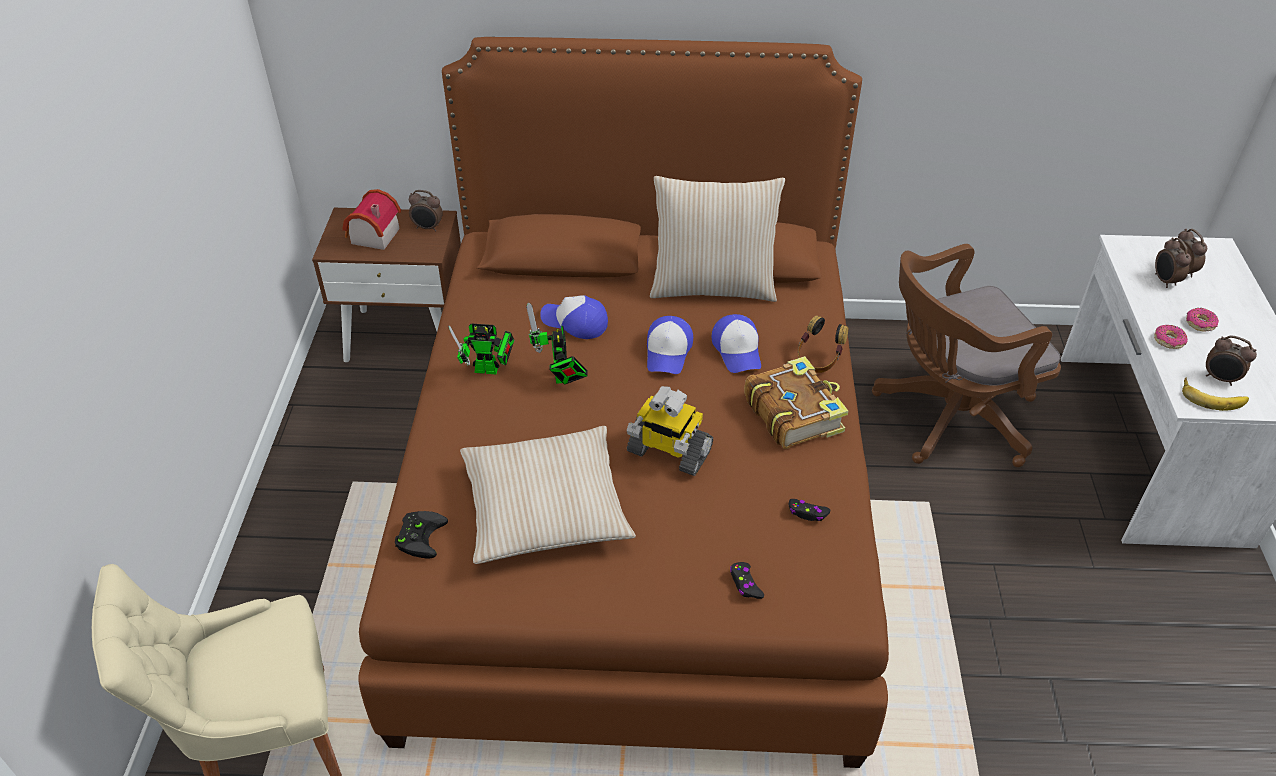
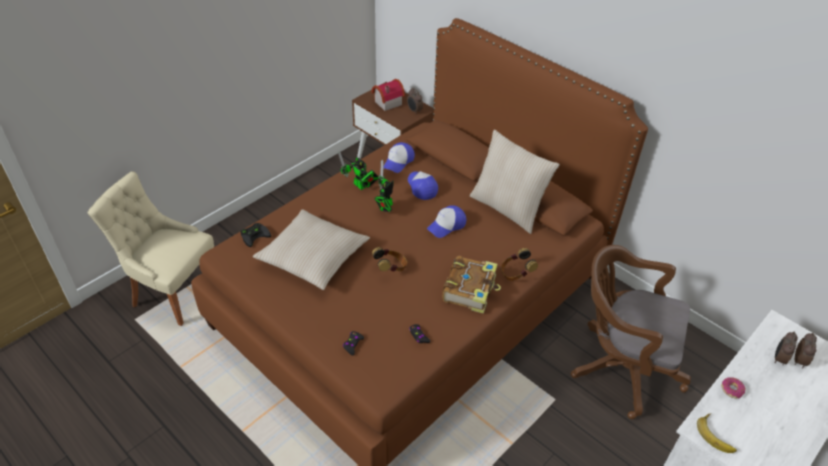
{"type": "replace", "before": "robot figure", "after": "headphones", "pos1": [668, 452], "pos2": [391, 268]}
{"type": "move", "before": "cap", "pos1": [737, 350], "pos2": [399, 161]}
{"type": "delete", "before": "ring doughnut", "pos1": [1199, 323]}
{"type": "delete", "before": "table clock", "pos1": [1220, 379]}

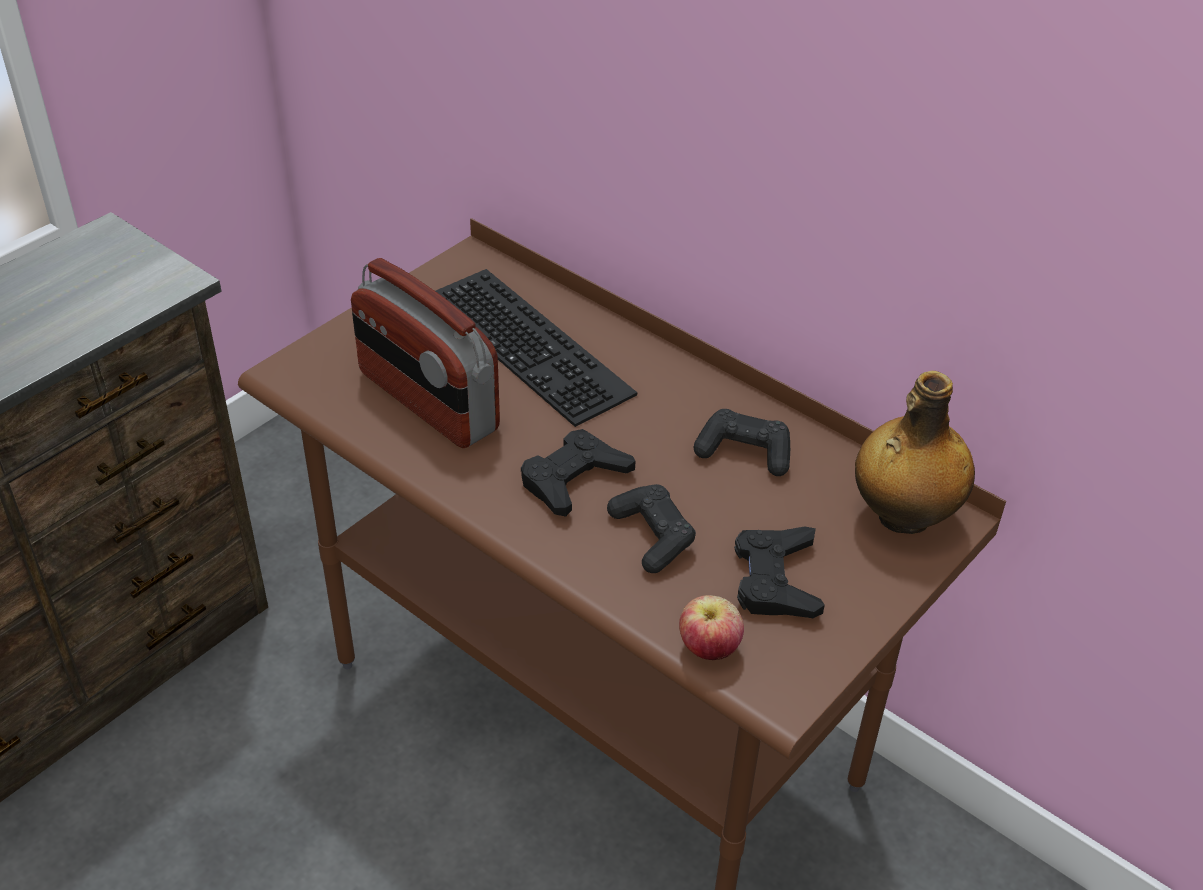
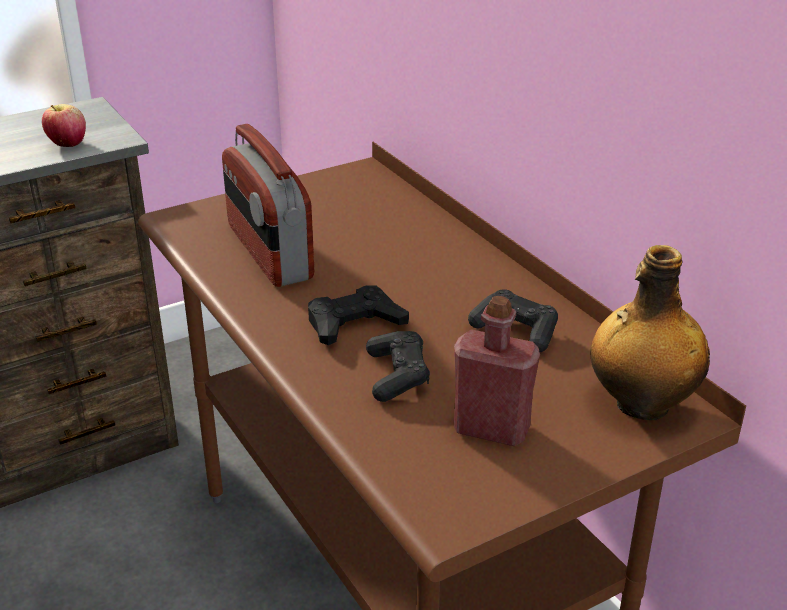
{"type": "delete", "before": "PC keyboard", "pos1": [533, 344]}
{"type": "move", "before": "apple", "pos1": [708, 648], "pos2": [67, 144]}
{"type": "replace", "before": "black joypad", "after": "reddish beverage bottle", "pos1": [776, 579], "pos2": [491, 429]}

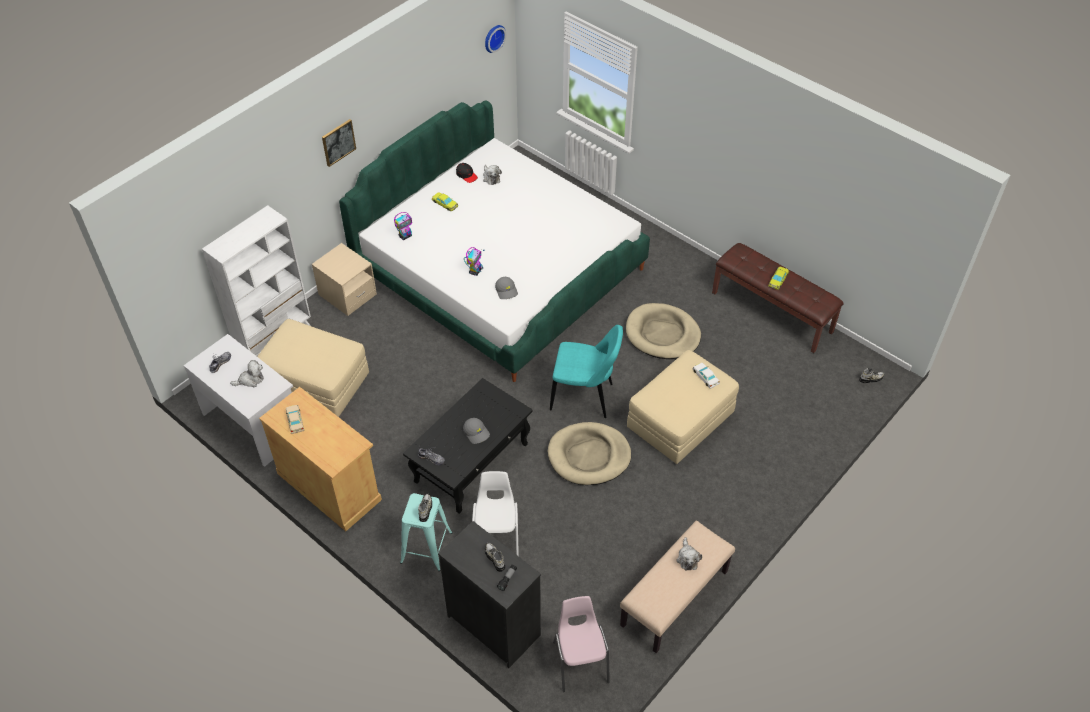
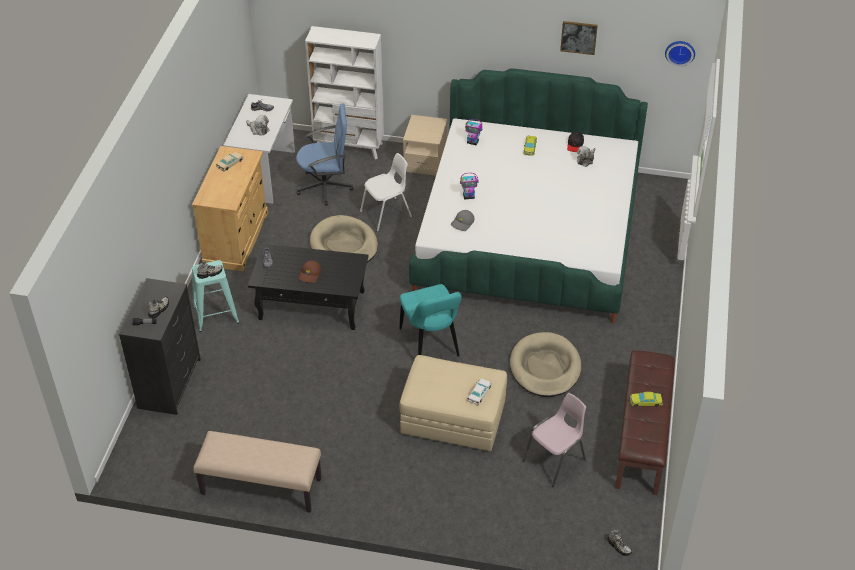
{"type": "replace", "before": "sand-coloured pouffe", "after": "blue computer chair", "pos1": [316, 383], "pos2": [325, 187]}
{"type": "move", "before": "wall picture", "pos1": [338, 142], "pos2": [578, 37]}
{"type": "recolor", "before": "gray cap", "after": "brownish cap", "pos1": [476, 432], "pos2": [310, 275]}
{"type": "move", "before": "white-coloured chair", "pos1": [497, 536], "pos2": [387, 214]}
{"type": "move", "before": "sand-coloured pet bed", "pos1": [589, 456], "pos2": [344, 245]}
{"type": "move", "before": "pinkish chair", "pos1": [580, 661], "pos2": [555, 461]}
{"type": "delete", "before": "cuddly toy", "pos1": [687, 558]}

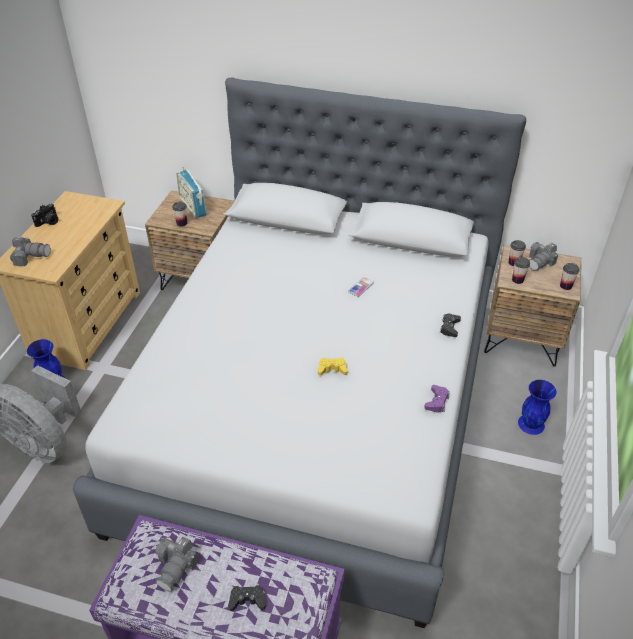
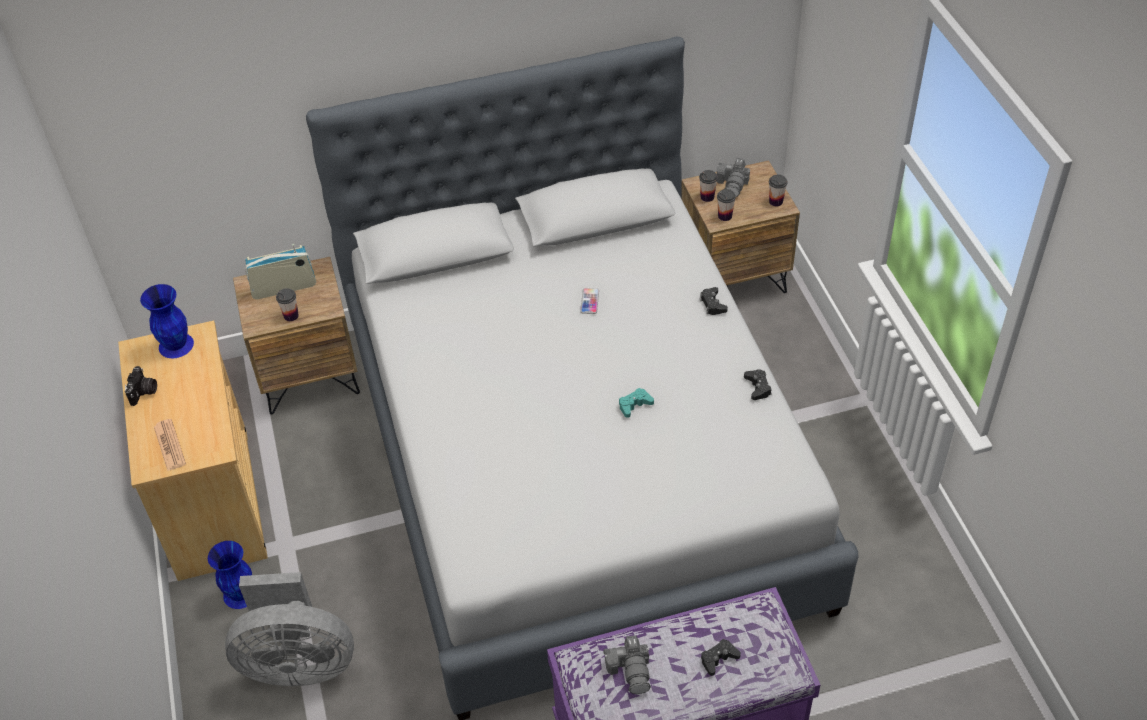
{"type": "replace", "before": "still camera", "after": "printed paper", "pos1": [31, 256], "pos2": [169, 445]}
{"type": "rotate", "before": "radio receiver", "pos1": [193, 206], "pos2": [284, 288], "turn": 135}
{"type": "recolor", "before": "yellowish joypad", "after": "turquoise-coloured joypad", "pos1": [332, 369], "pos2": [634, 405]}
{"type": "recolor", "before": "purple-coloured joypad", "after": "black joypad", "pos1": [437, 401], "pos2": [757, 387]}
{"type": "move", "before": "blue flower vase", "pos1": [531, 424], "pos2": [176, 345]}

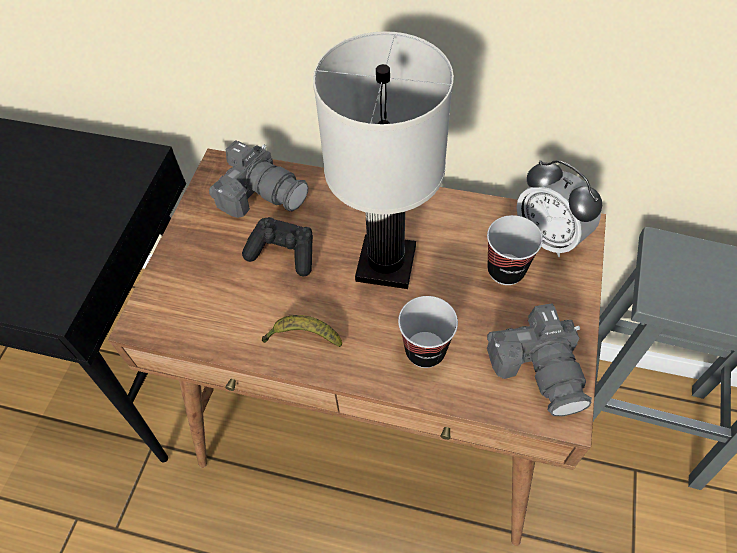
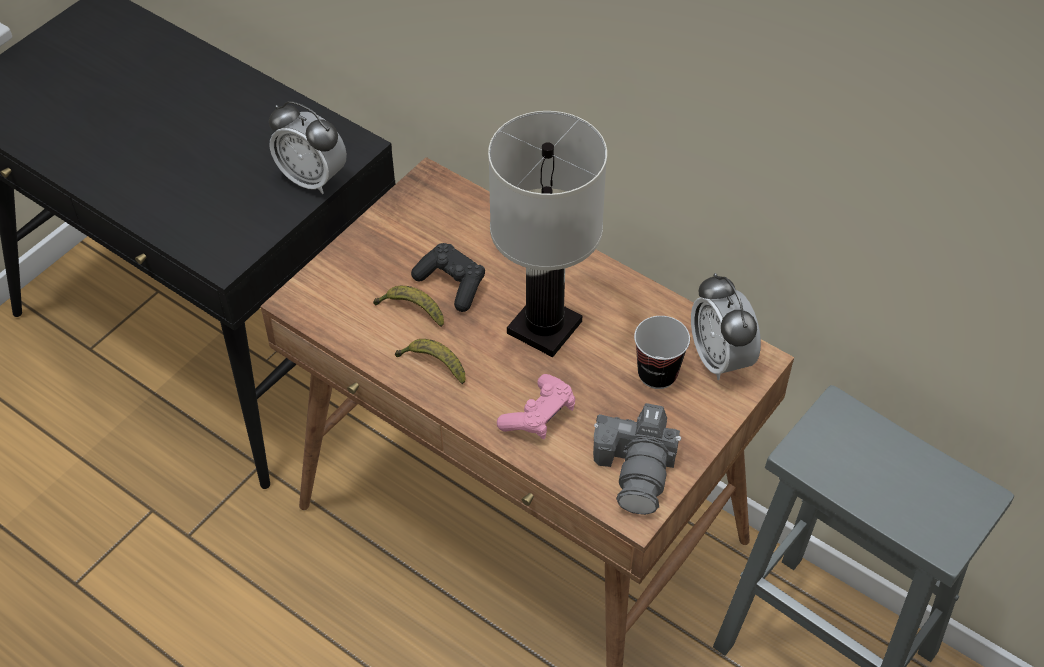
{"type": "delete", "before": "still camera", "pos1": [262, 194]}
{"type": "replace", "before": "drinking cup", "after": "pinkish joypad", "pos1": [425, 351], "pos2": [539, 416]}
{"type": "insert", "after": "table clock", "pos2": [312, 179]}
{"type": "insert", "after": "banana fruit", "pos2": [411, 310]}

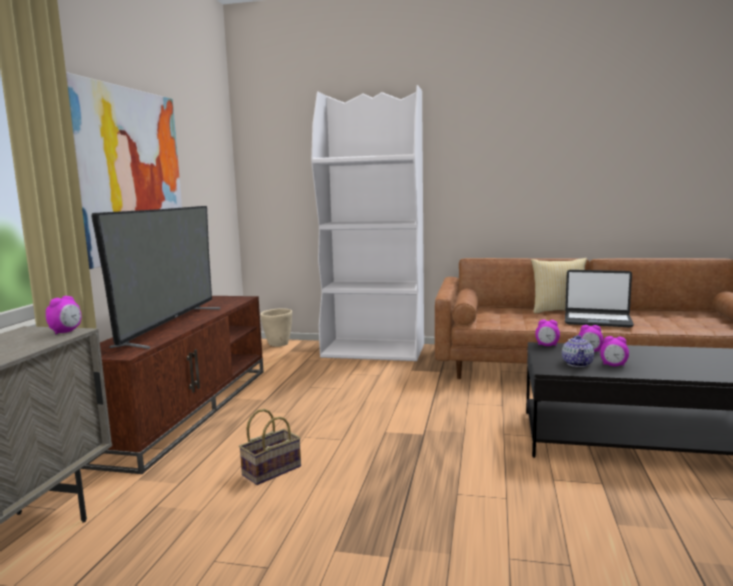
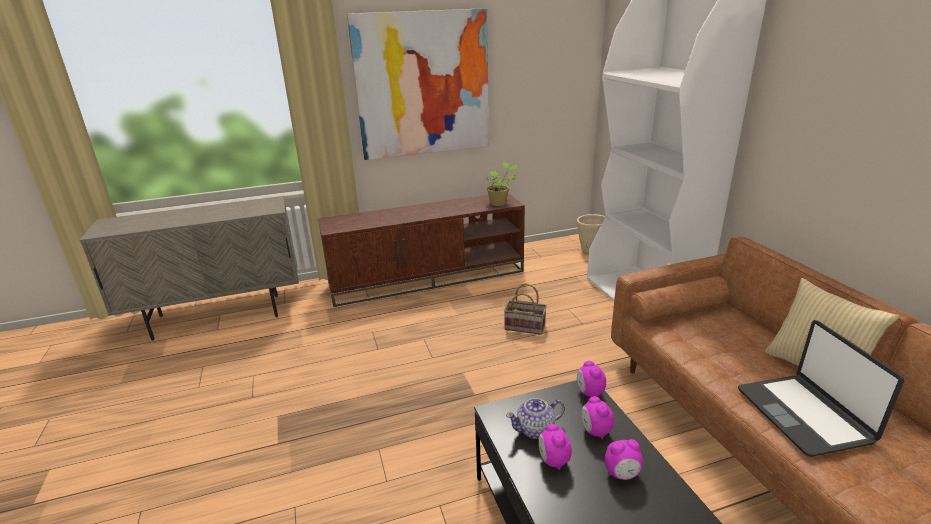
{"type": "move", "before": "table clock", "pos1": [66, 332], "pos2": [622, 474]}
{"type": "delete", "before": "TV", "pos1": [170, 326]}
{"type": "move", "before": "household basket", "pos1": [272, 470], "pos2": [526, 326]}
{"type": "insert", "after": "houseplant", "pos2": [499, 203]}

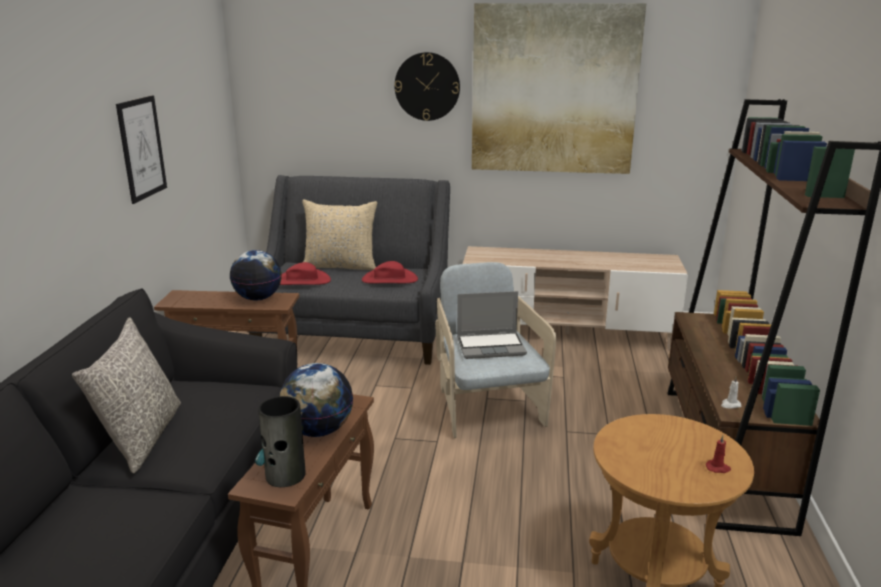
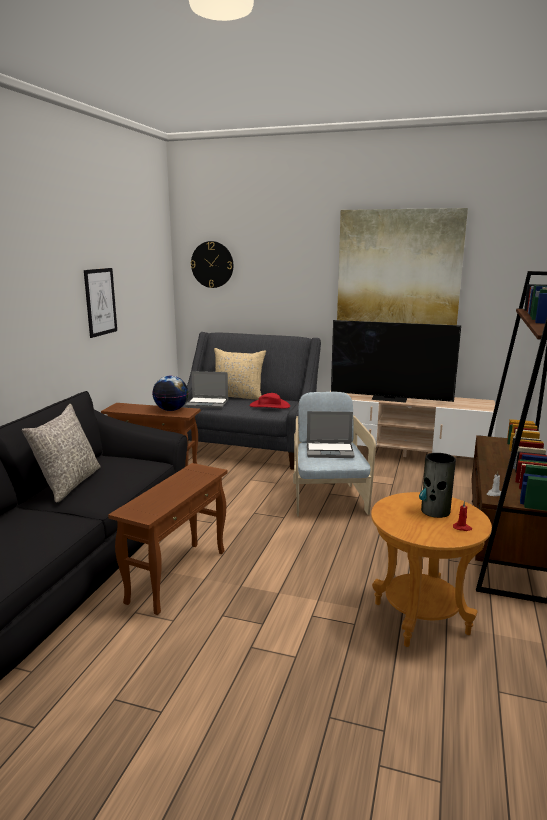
{"type": "move", "before": "flower vase", "pos1": [285, 475], "pos2": [435, 511]}
{"type": "delete", "before": "world globe", "pos1": [318, 431]}
{"type": "replace", "before": "reddish hat", "after": "notebook computer", "pos1": [302, 281], "pos2": [208, 403]}
{"type": "move", "before": "clock on the wall", "pos1": [427, 86], "pos2": [212, 264]}
{"type": "insert", "after": "TV", "pos2": [390, 398]}

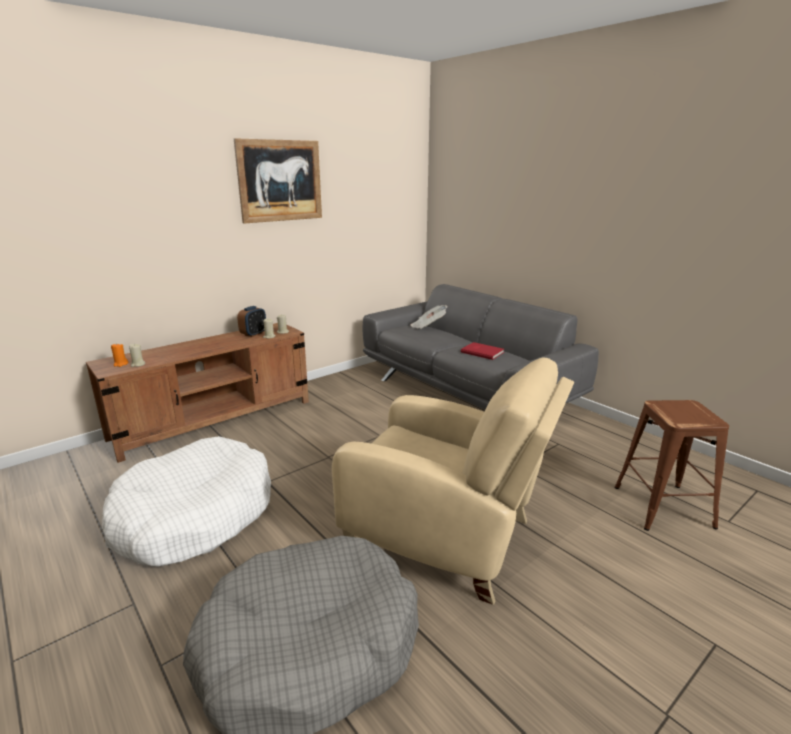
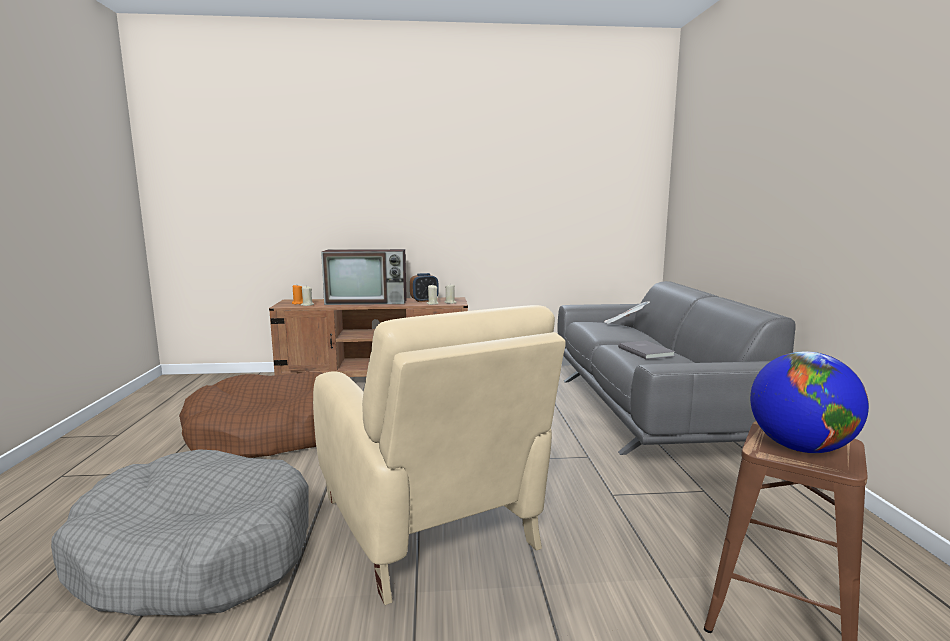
{"type": "recolor", "before": "white-coloured pet bed", "after": "brownish pet bed", "pos1": [194, 516], "pos2": [267, 434]}
{"type": "delete", "before": "wall picture", "pos1": [280, 181]}
{"type": "recolor", "before": "reddish bound book", "after": "gray bound book", "pos1": [482, 352], "pos2": [646, 351]}
{"type": "insert", "after": "TV", "pos2": [368, 302]}
{"type": "insert", "after": "world globe", "pos2": [800, 448]}

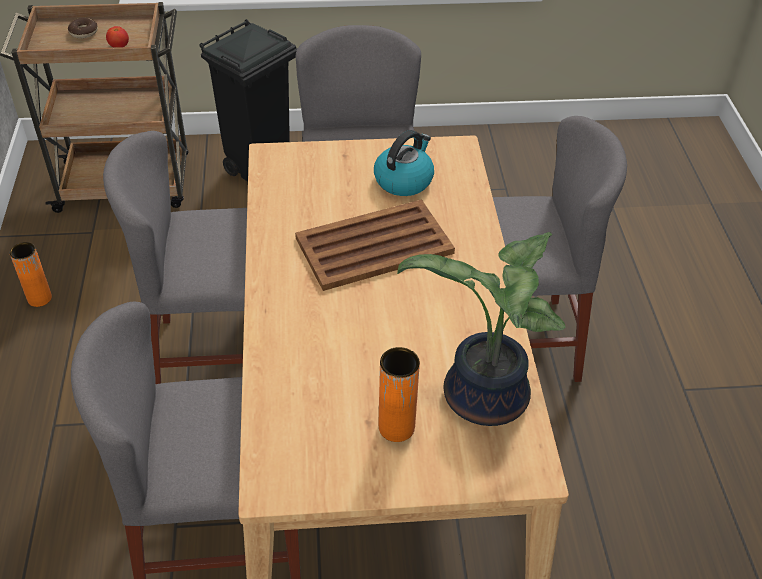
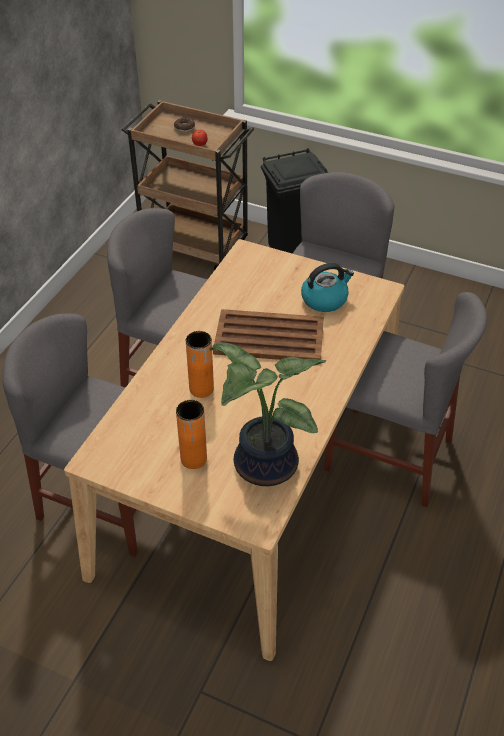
{"type": "move", "before": "orange flower vase", "pos1": [39, 298], "pos2": [201, 389]}

